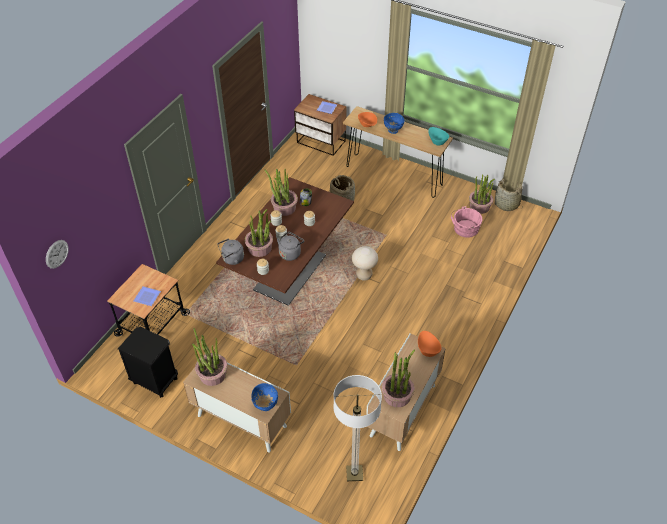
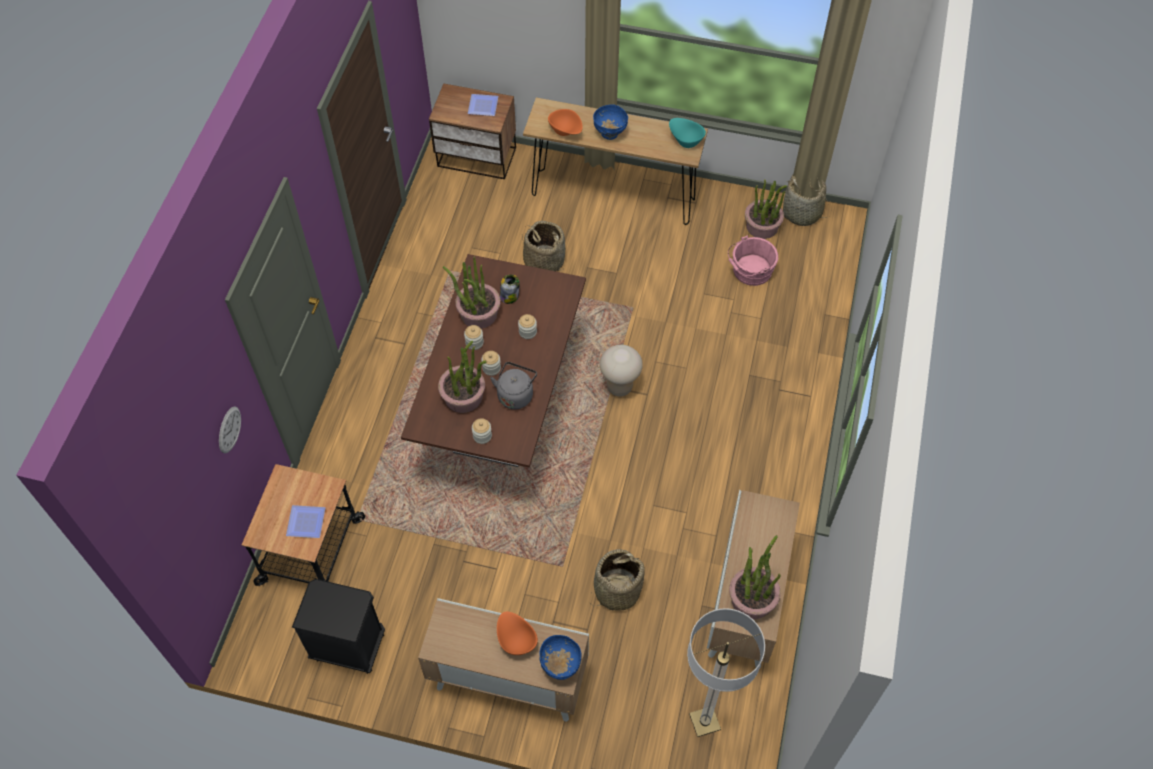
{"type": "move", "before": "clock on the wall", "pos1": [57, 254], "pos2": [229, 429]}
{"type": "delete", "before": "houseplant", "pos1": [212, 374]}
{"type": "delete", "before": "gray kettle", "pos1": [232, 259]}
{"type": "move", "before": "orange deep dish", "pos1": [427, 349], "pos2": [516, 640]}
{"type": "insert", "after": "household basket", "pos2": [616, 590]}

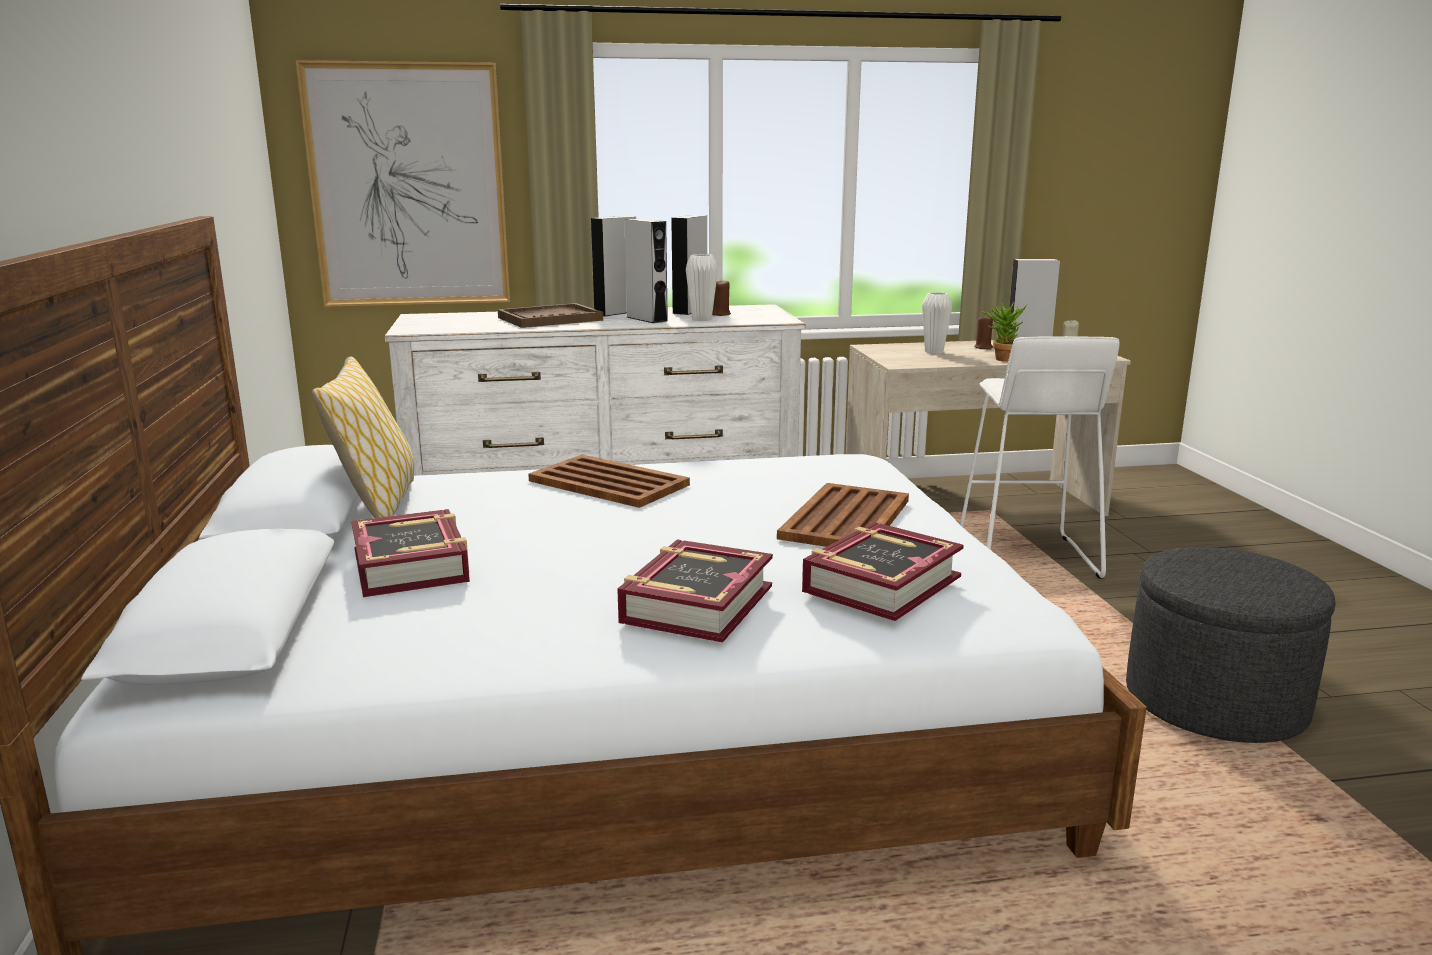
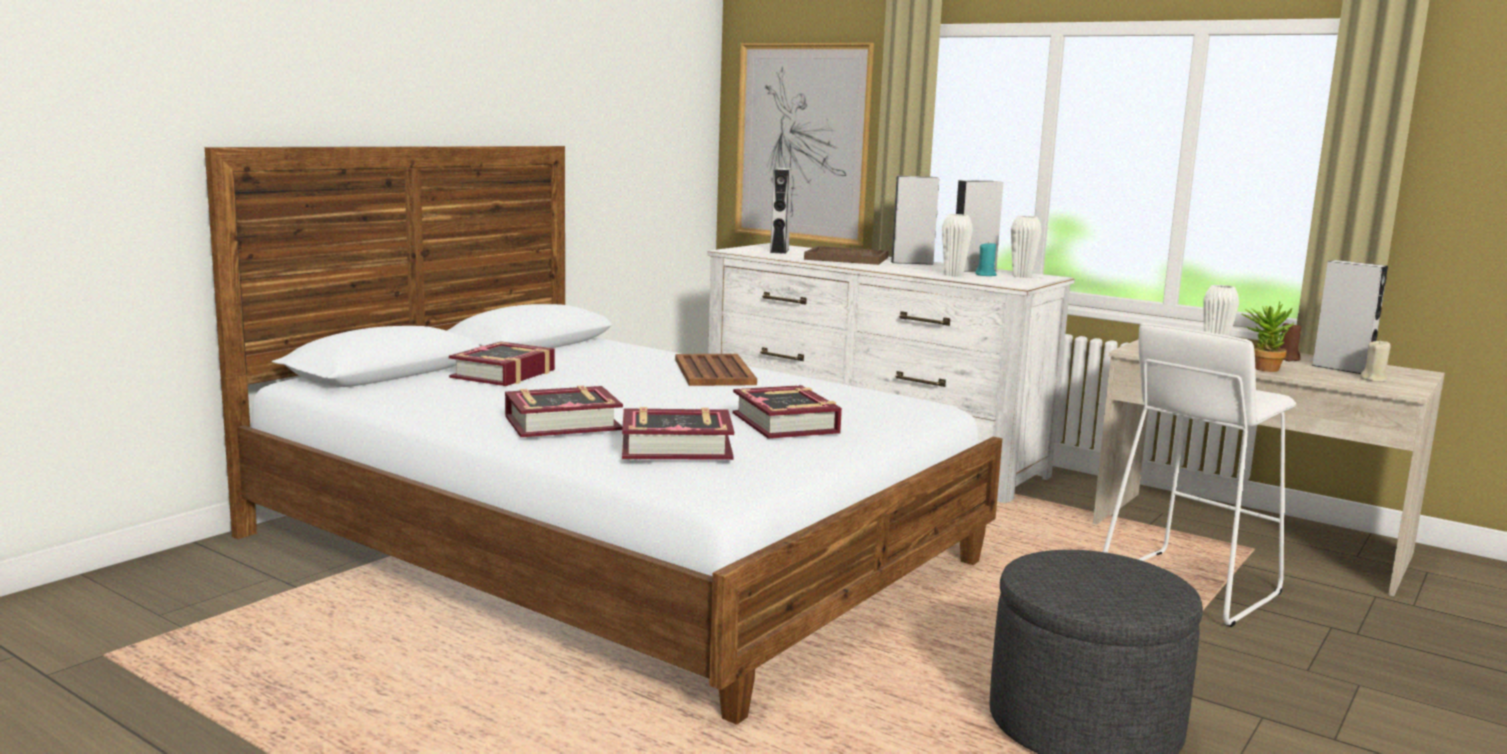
{"type": "delete", "before": "cushion", "pos1": [377, 505]}
{"type": "move", "before": "gray audio speaker", "pos1": [647, 319], "pos2": [779, 250]}
{"type": "recolor", "before": "brownish candle", "after": "turquoise-coloured candle", "pos1": [720, 314], "pos2": [986, 275]}
{"type": "replace", "before": "brownish tray", "after": "bound book", "pos1": [846, 518], "pos2": [786, 423]}
{"type": "insert", "after": "white-coloured flower vase", "pos2": [1022, 276]}

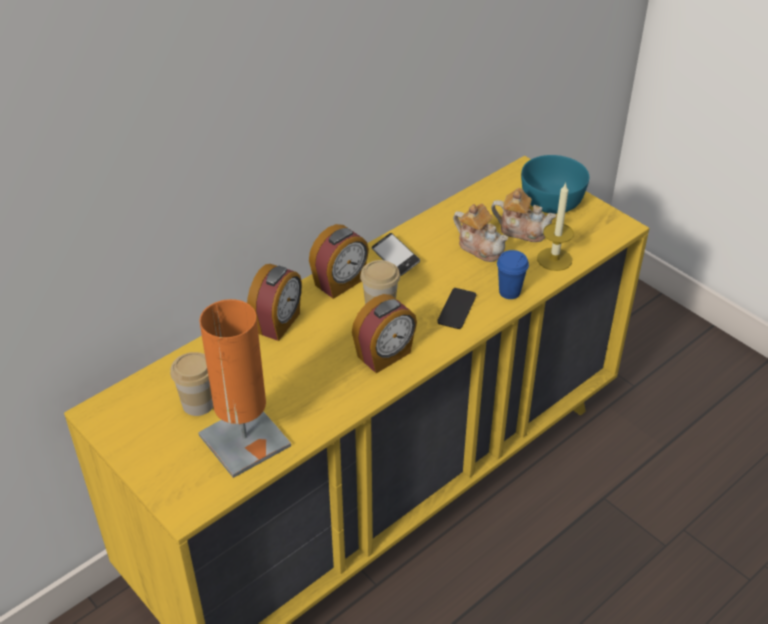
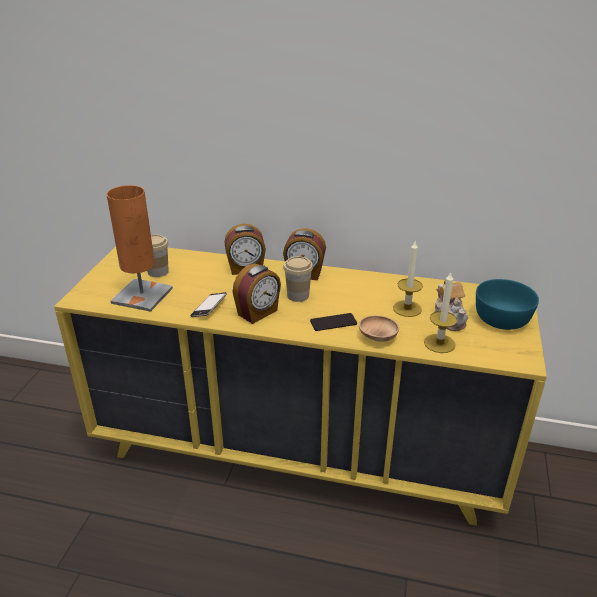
{"type": "rotate", "before": "table clock", "pos1": [385, 355], "pos2": [258, 313], "turn": -60}
{"type": "move", "before": "telephone", "pos1": [395, 258], "pos2": [209, 308]}
{"type": "replace", "before": "teapot", "after": "candle", "pos1": [480, 247], "pos2": [407, 308]}
{"type": "replace", "before": "blue drinking cup", "after": "brownish deep dish", "pos1": [509, 292], "pos2": [377, 337]}

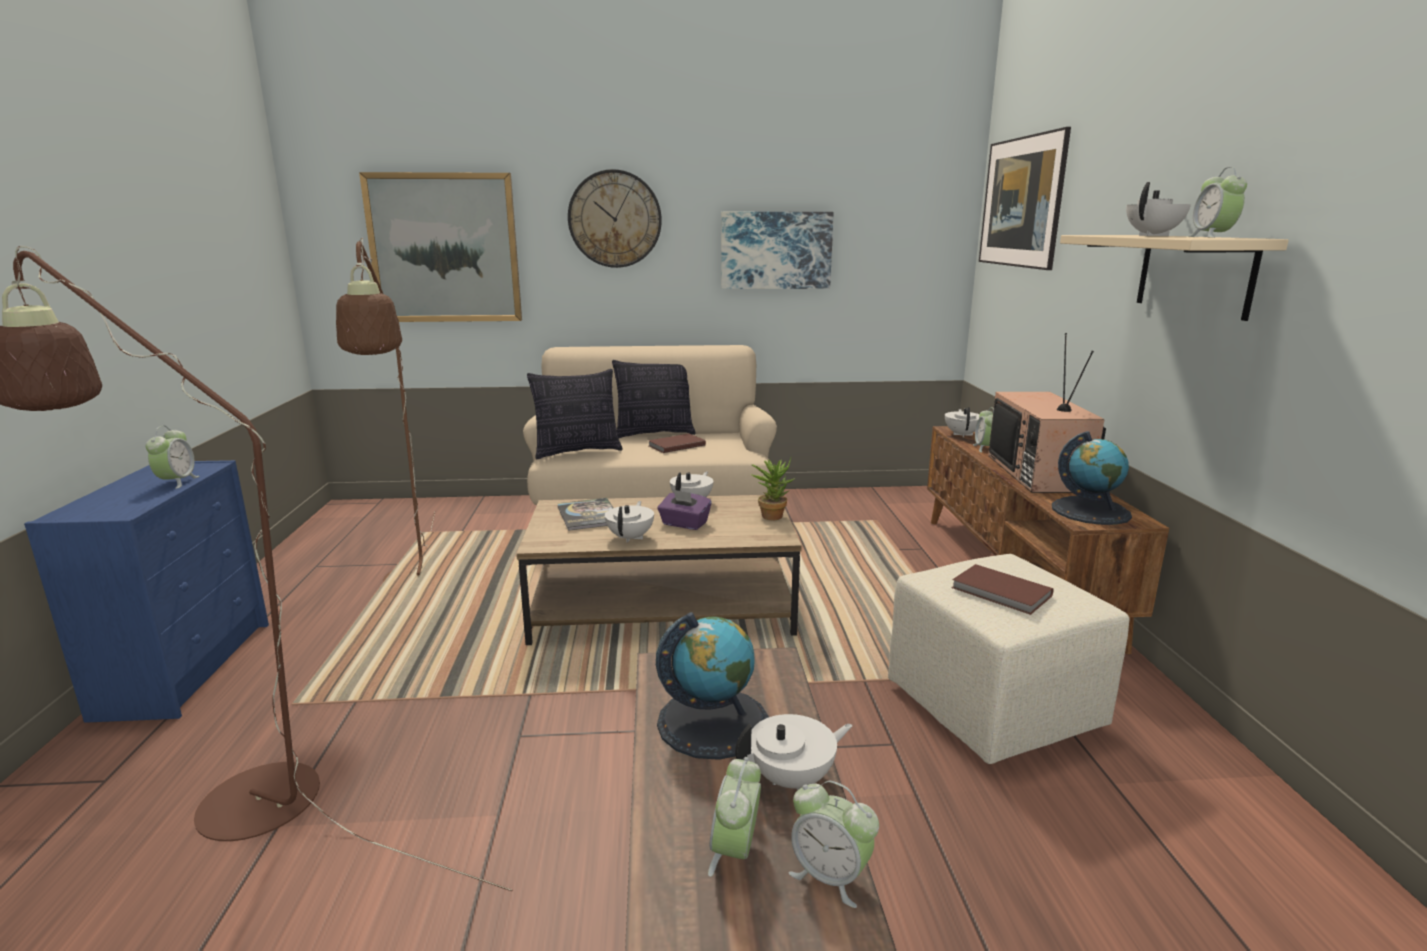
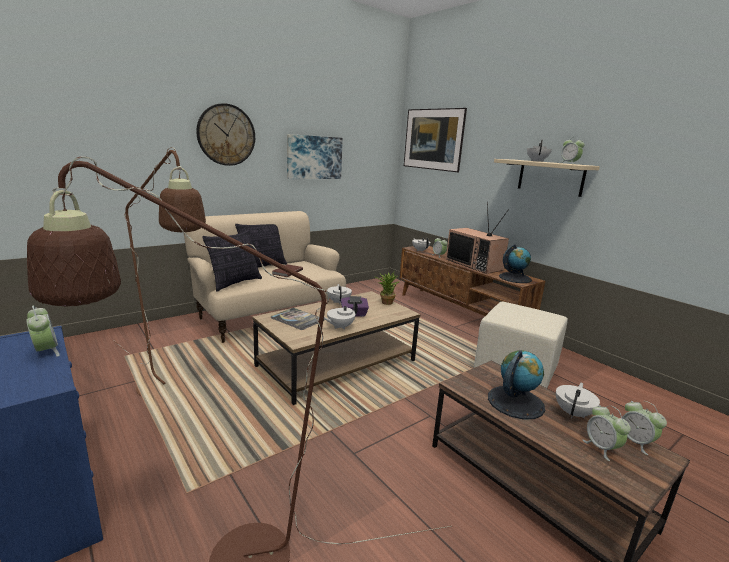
{"type": "delete", "before": "wall picture", "pos1": [444, 248]}
{"type": "rotate", "before": "white-coloured teapot", "pos1": [631, 537], "pos2": [340, 327], "turn": -105}
{"type": "rotate", "before": "table clock", "pos1": [830, 876], "pos2": [635, 442], "turn": 60}
{"type": "delete", "before": "brownish bound book", "pos1": [1001, 593]}

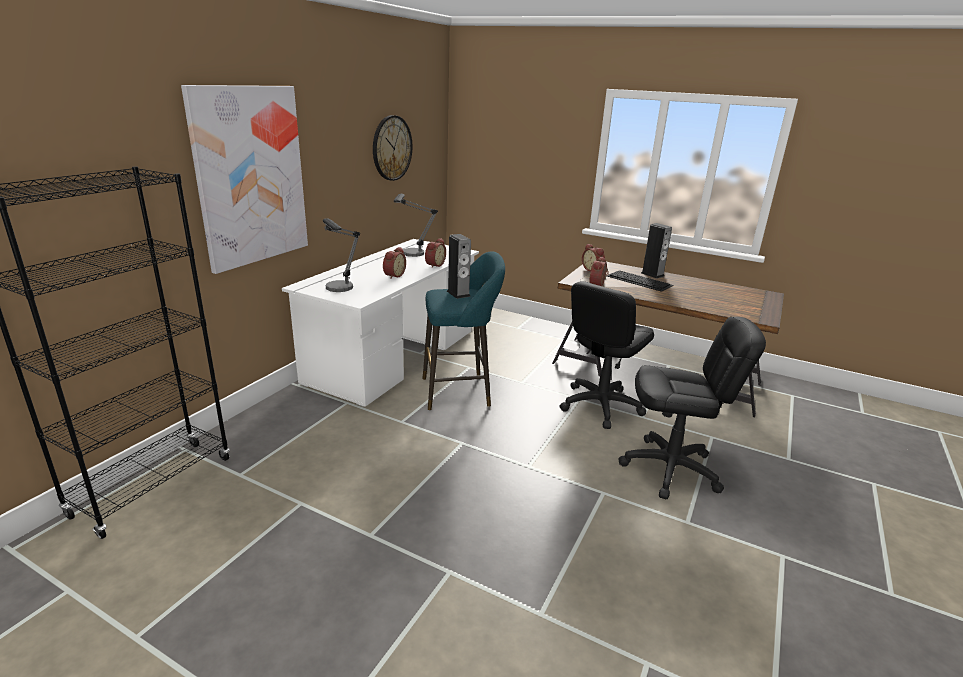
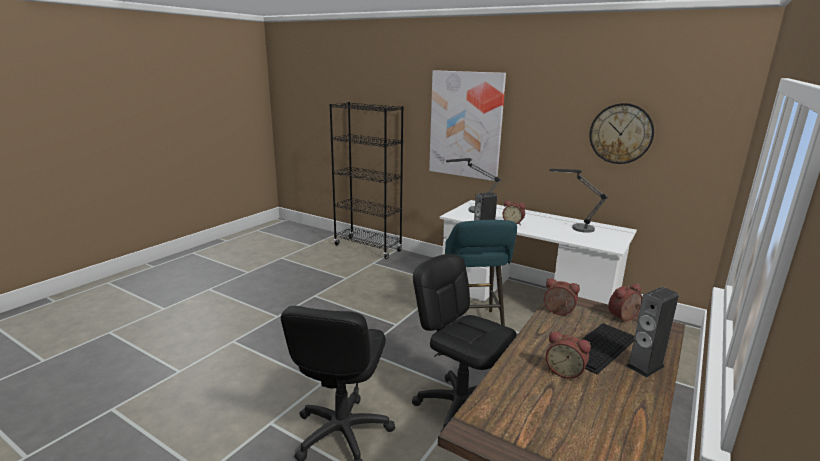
{"type": "move", "before": "table clock", "pos1": [434, 265], "pos2": [565, 371]}

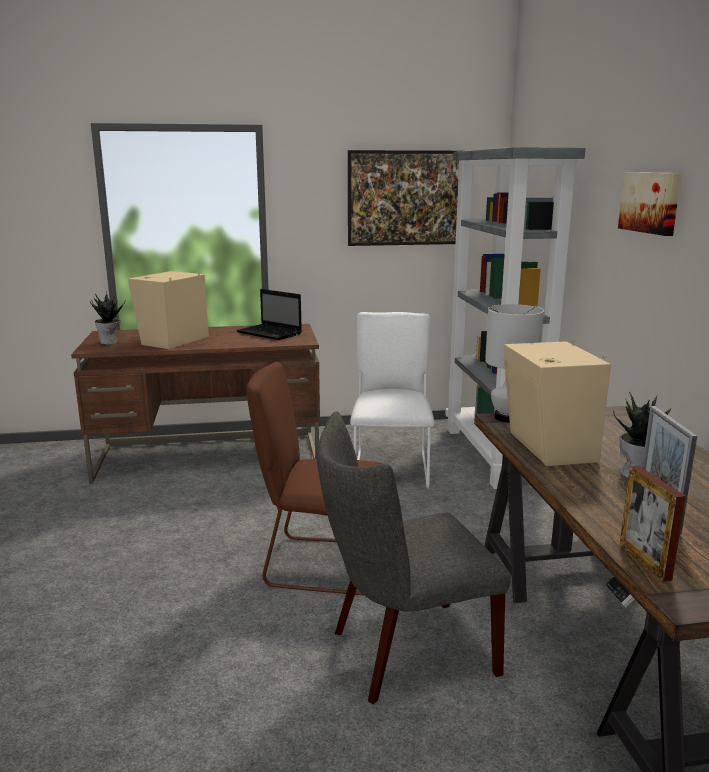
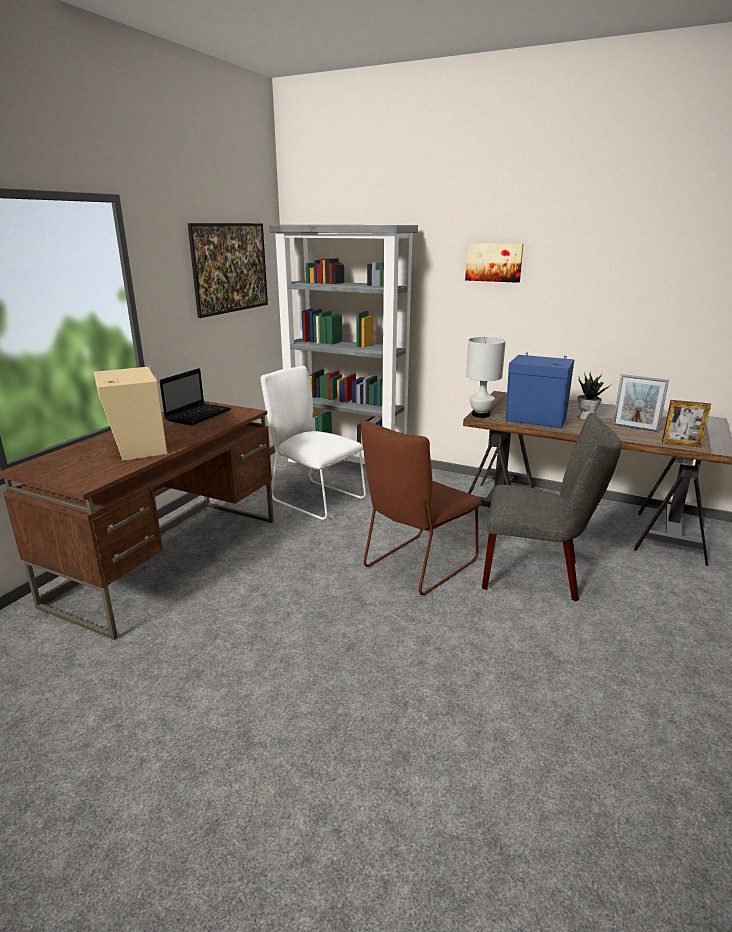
{"type": "delete", "before": "houseplant", "pos1": [110, 342]}
{"type": "rotate", "before": "notebook computer", "pos1": [270, 333], "pos2": [199, 415], "turn": -45}
{"type": "rotate", "before": "gray chair", "pos1": [403, 653], "pos2": [537, 574], "turn": -90}
{"type": "recolor", "before": "sand-coloured audio speaker", "after": "blue audio speaker", "pos1": [548, 448], "pos2": [536, 420]}

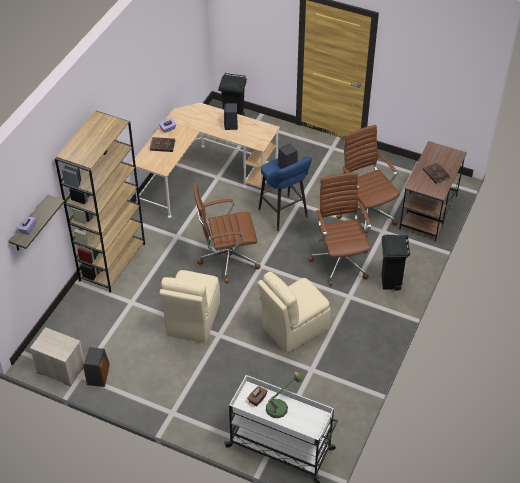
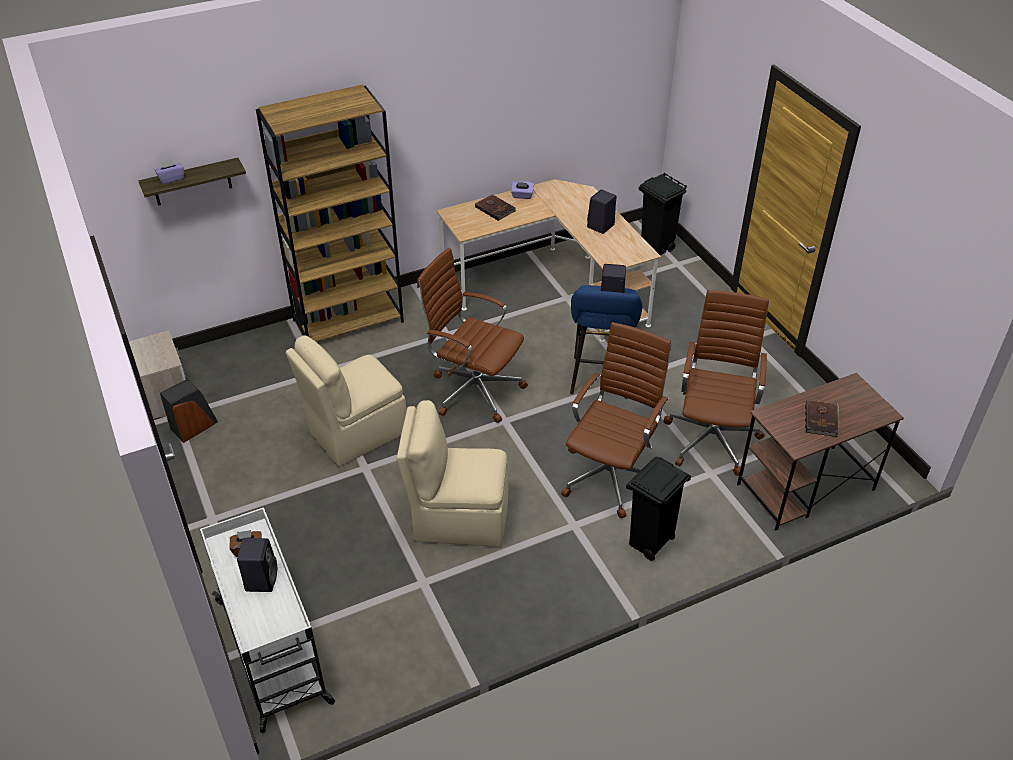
{"type": "replace", "before": "tabletop lamp", "after": "black audio speaker", "pos1": [280, 407], "pos2": [261, 579]}

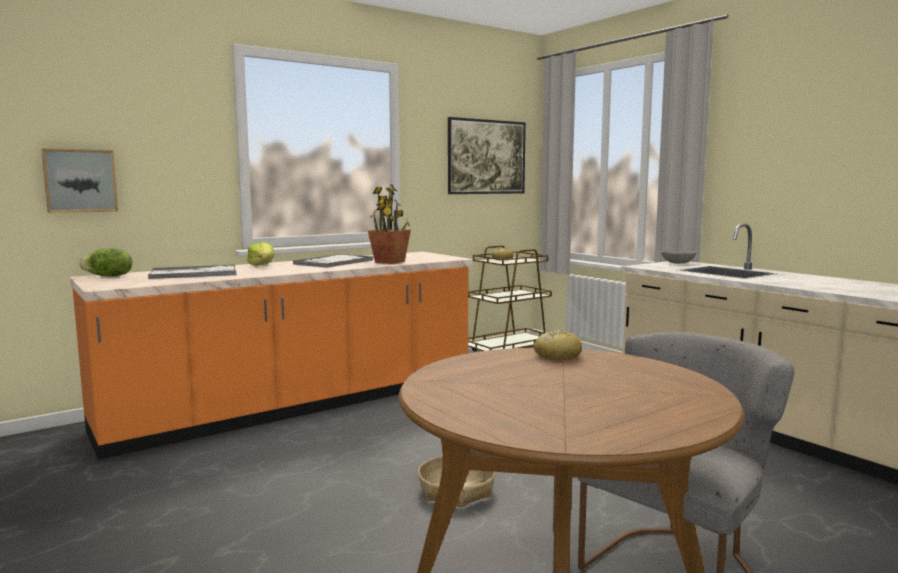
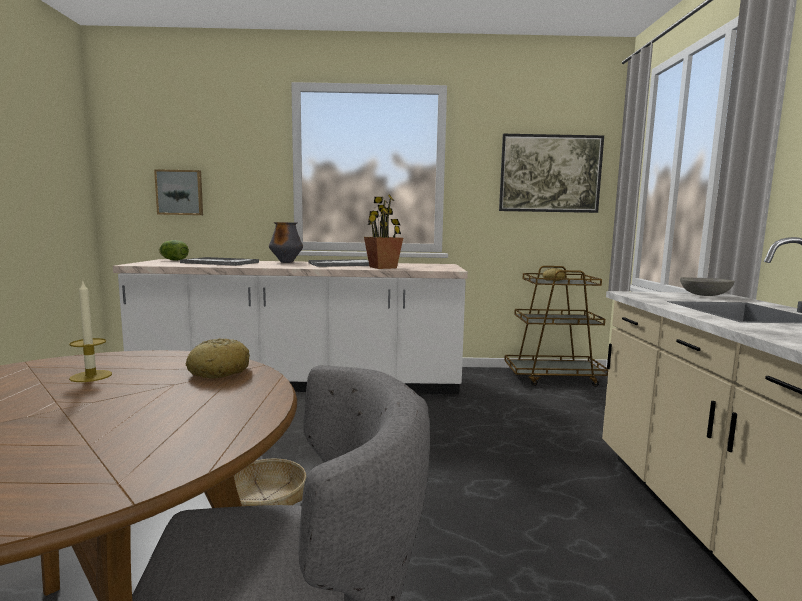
{"type": "recolor", "before": "orange kitchen base unit", "after": "white-coloured kitchen base unit", "pos1": [297, 406], "pos2": [302, 383]}
{"type": "replace", "before": "lettuce", "after": "flower vase", "pos1": [262, 265], "pos2": [286, 262]}
{"type": "insert", "after": "candle", "pos2": [91, 376]}

